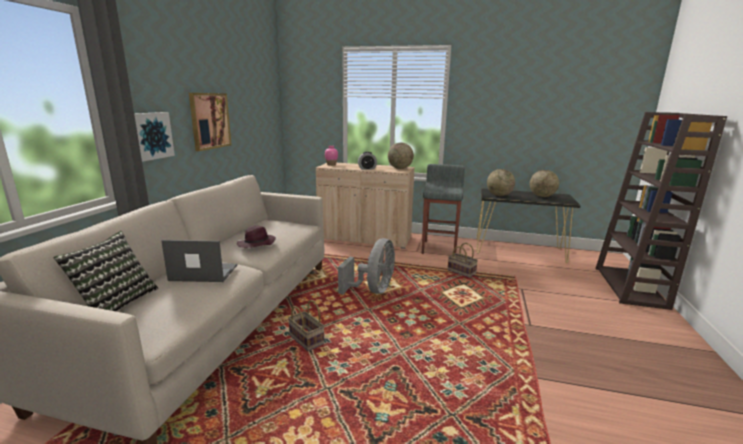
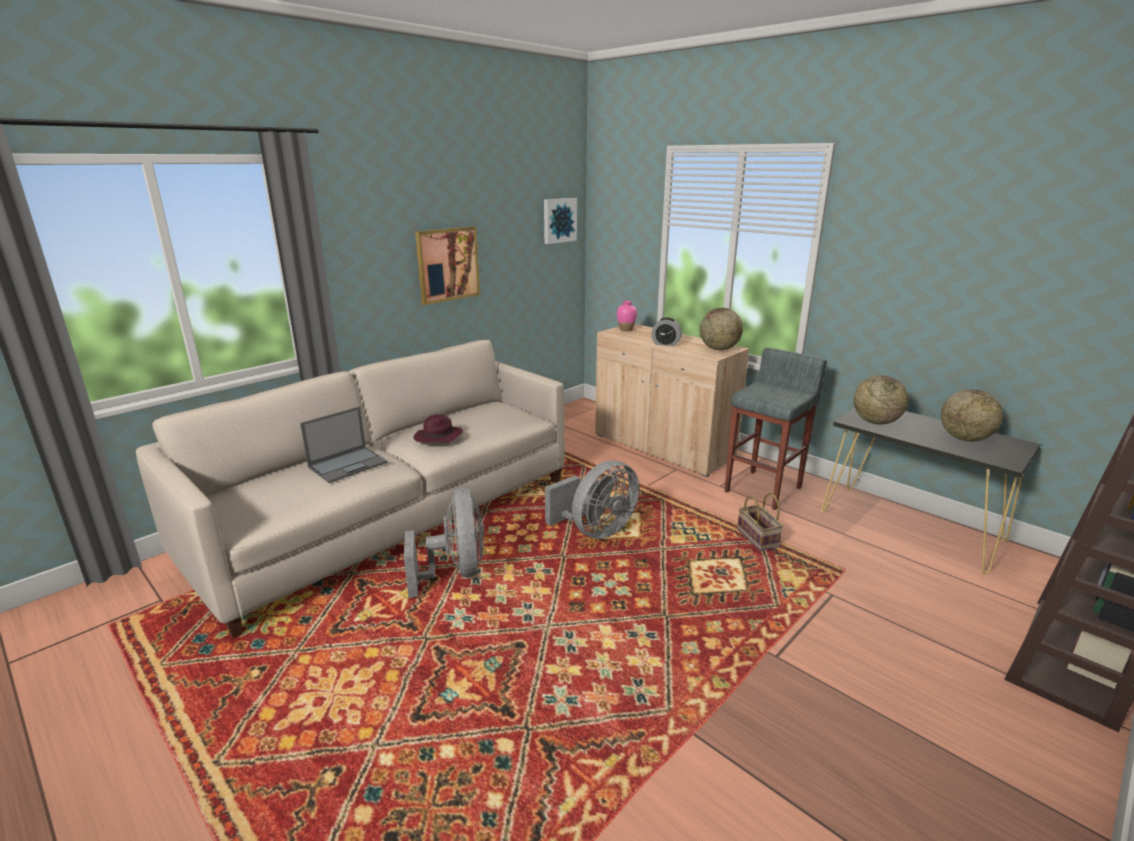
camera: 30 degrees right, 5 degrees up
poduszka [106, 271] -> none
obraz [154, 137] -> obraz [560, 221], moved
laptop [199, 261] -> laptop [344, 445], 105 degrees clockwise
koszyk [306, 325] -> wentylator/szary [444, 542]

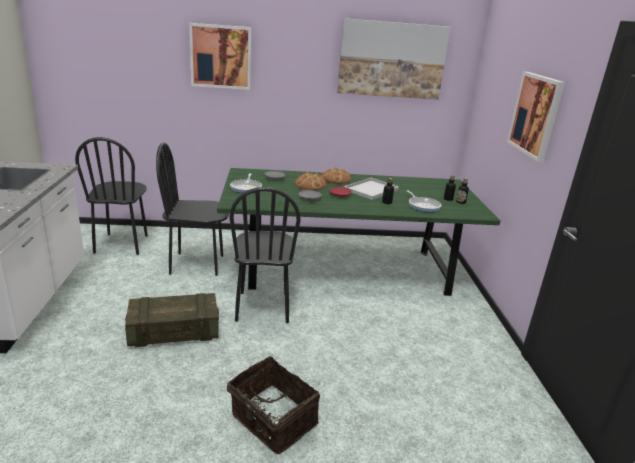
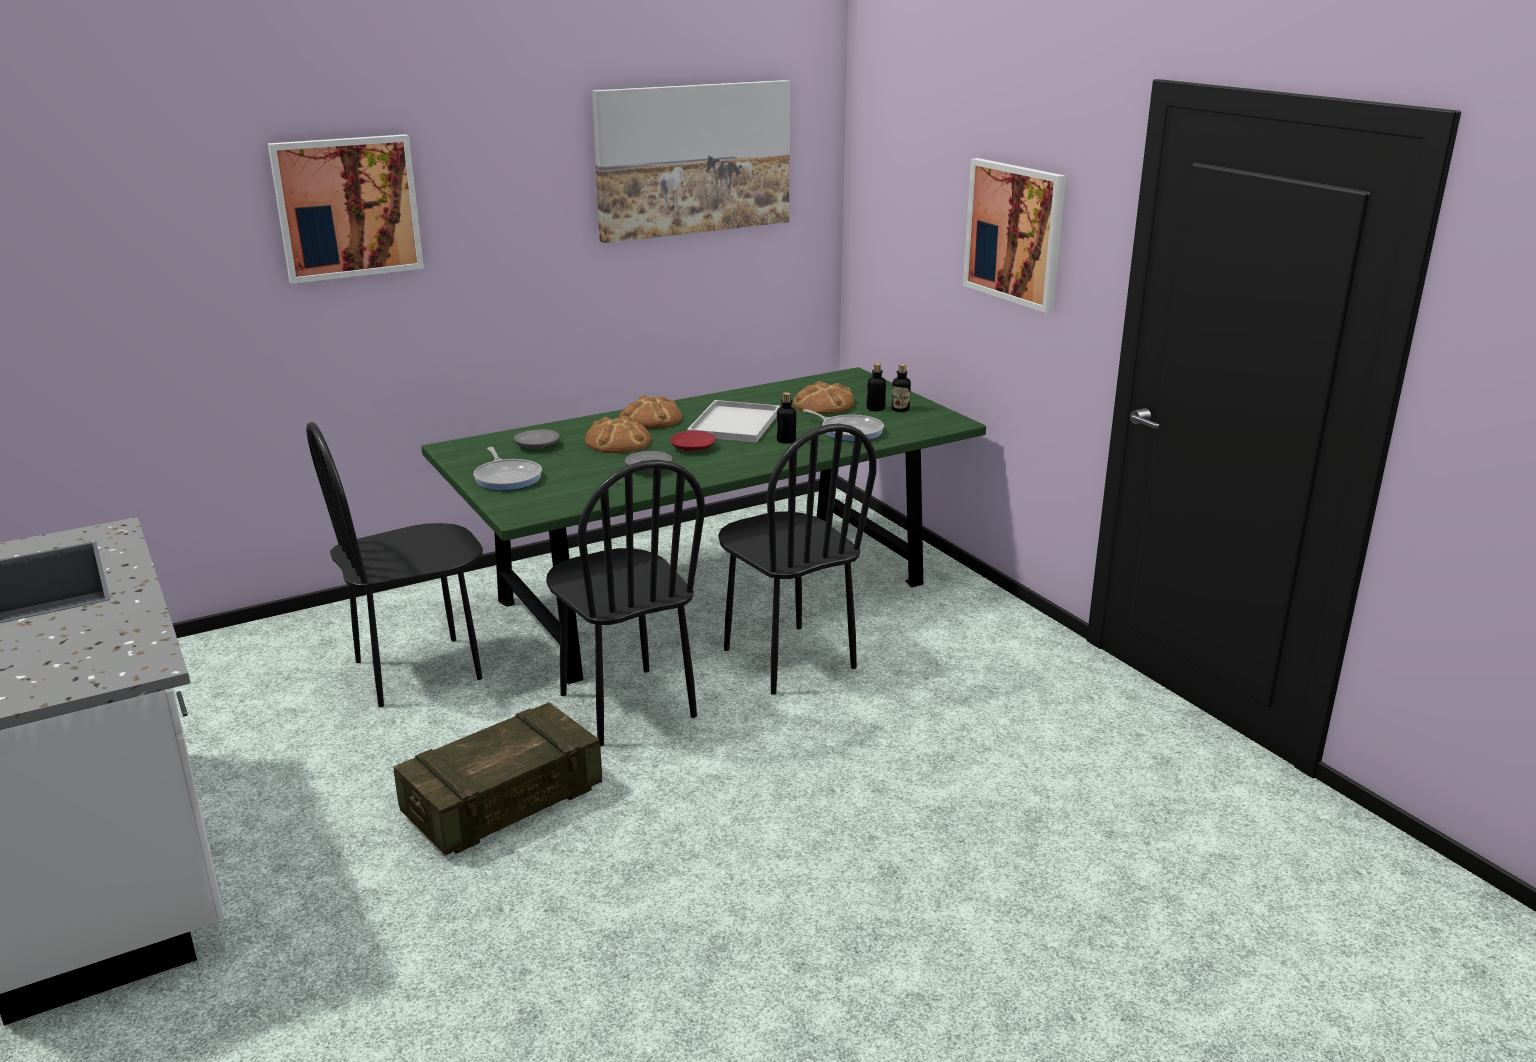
camera: 25 degrees left, 0 degrees up
krzesło/czarny [111, 196] -> krzesło/czarny [797, 559], moved
koszyk [273, 405] -> none
none -> chleb [823, 397]

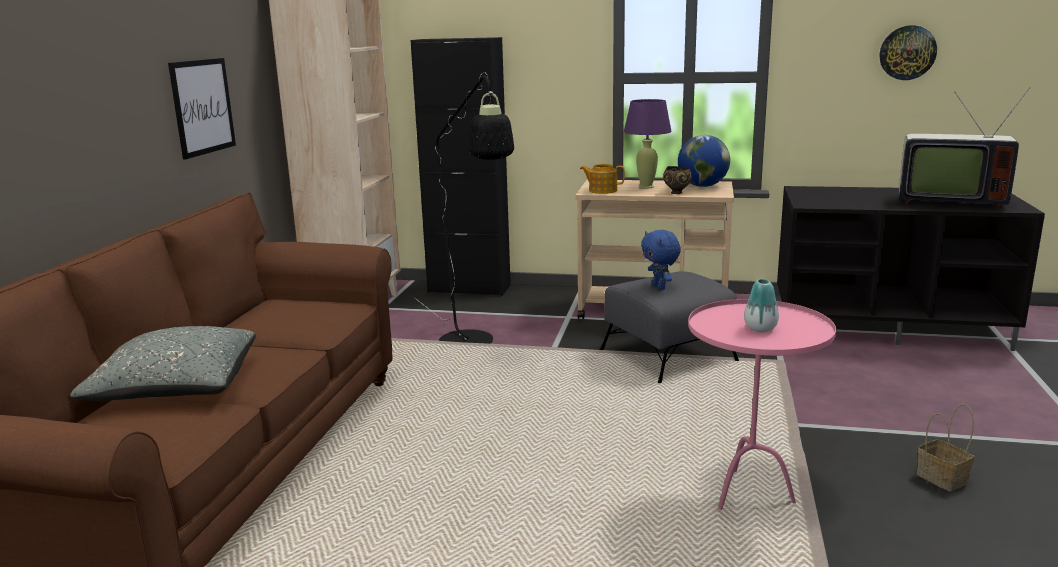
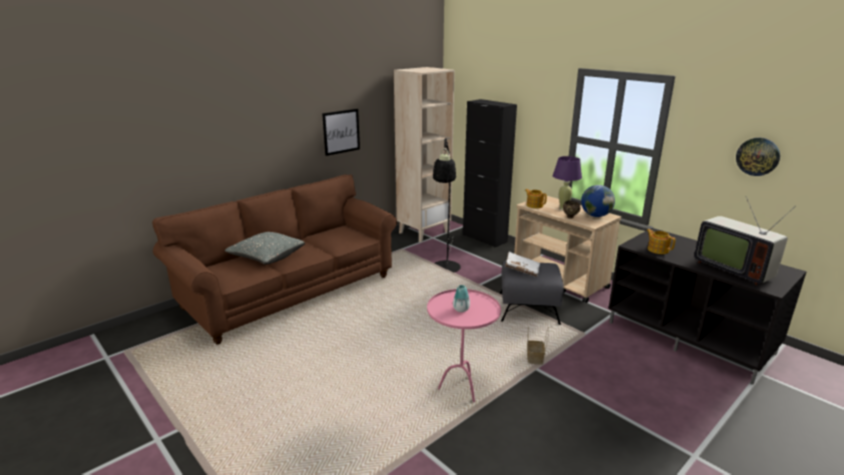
camera: 35 degrees right, 5 degrees up
pluszak/niebieski [661, 260] -> książka/biały [522, 264]
koszyk [946, 447] -> koszyk [538, 345], moved
none -> imbryk [660, 241]

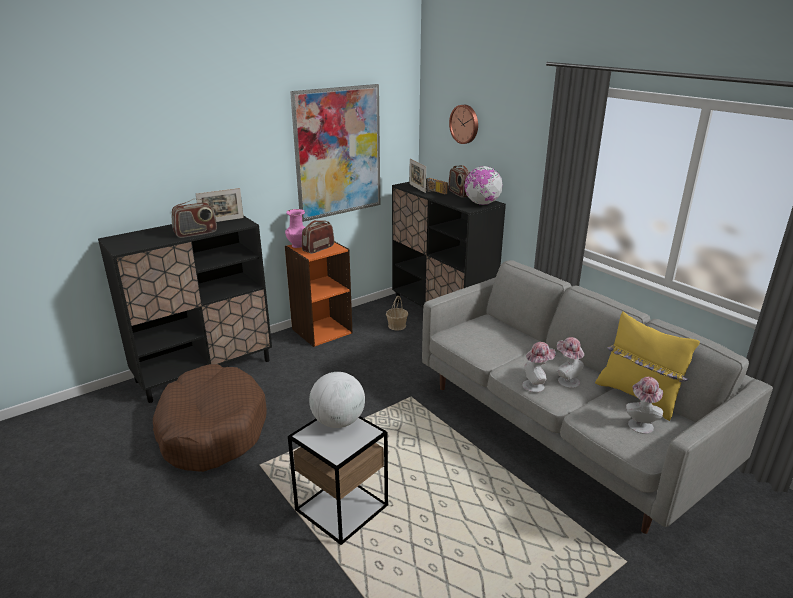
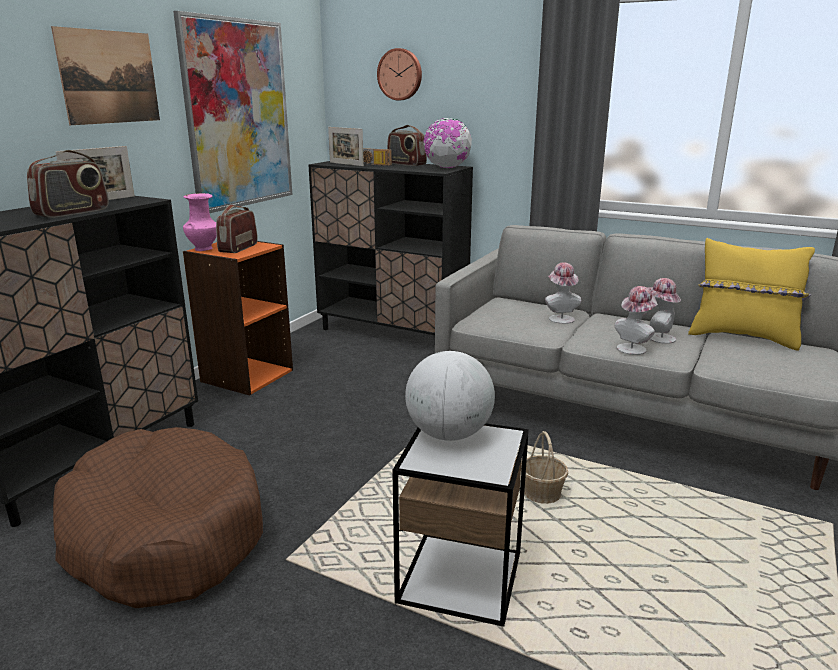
camera: 25 degrees left, 5 degrees down
koszyk [397, 313] -> koszyk [544, 467], moved
kapelusz [644, 405] -> kapelusz [563, 293], moved
none -> obraz [105, 75]

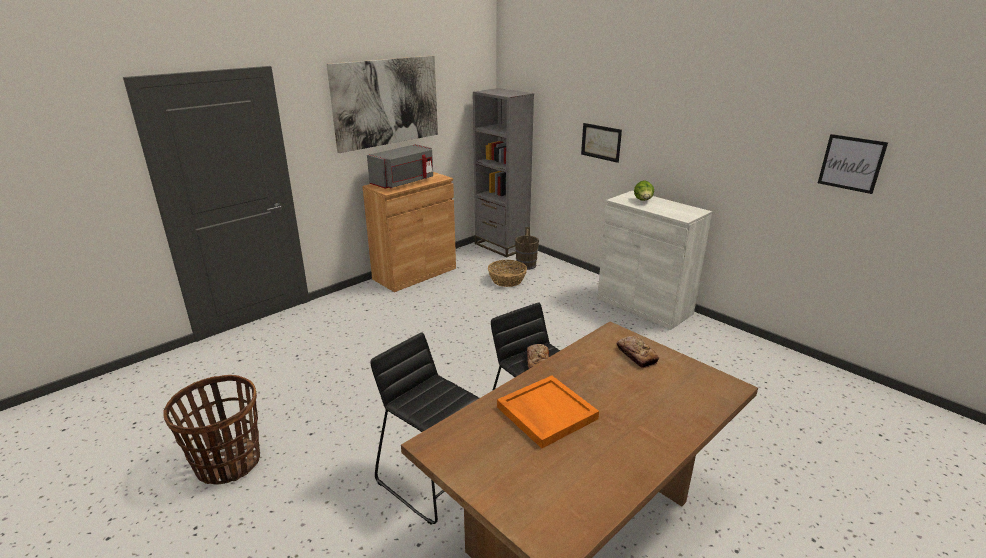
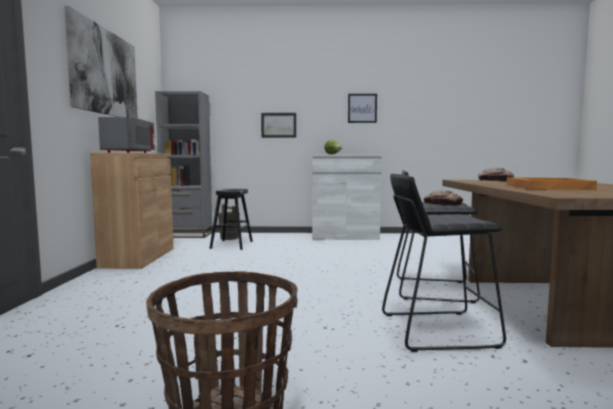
camera: 45 degrees left, 20 degrees down
koszyk [507, 273] -> stołek/czarny [231, 219]
obraz [853, 164] -> obraz [362, 108], moved

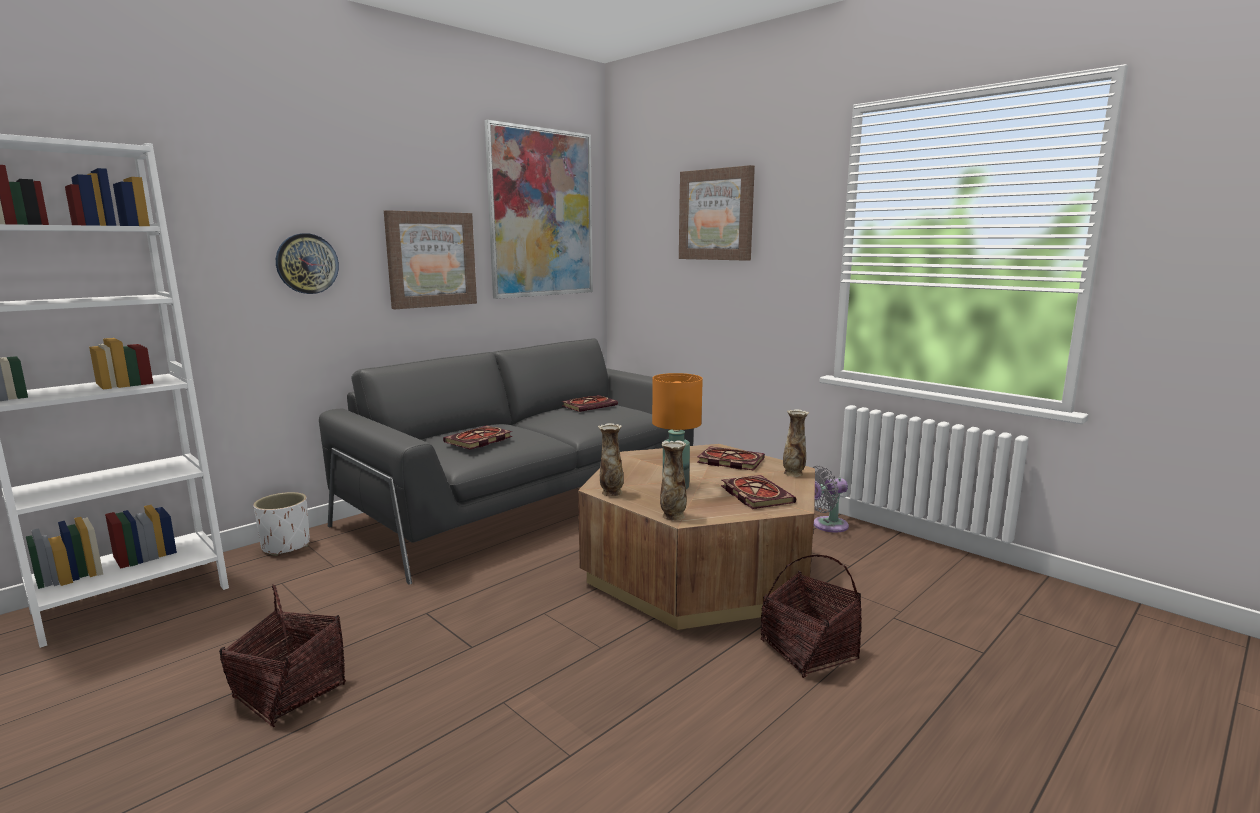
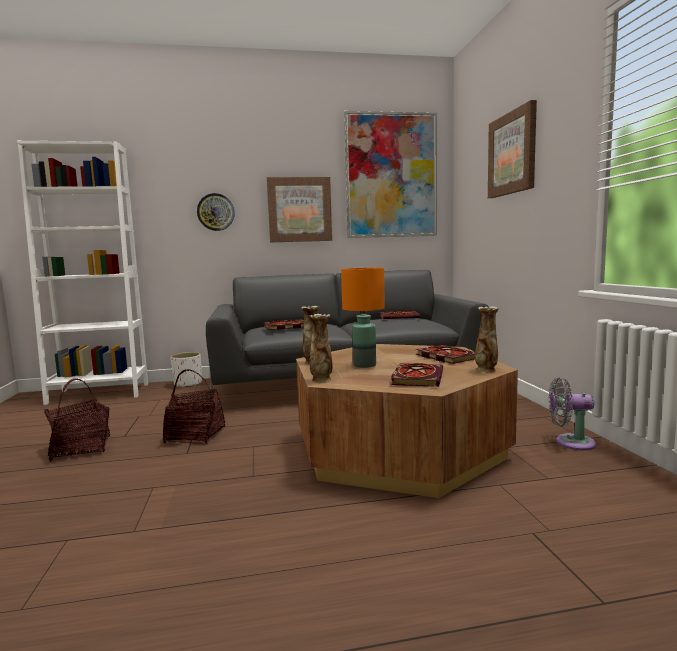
camera: 35 degrees right, 5 degrees down
koszyk [811, 616] -> koszyk [194, 406], moved

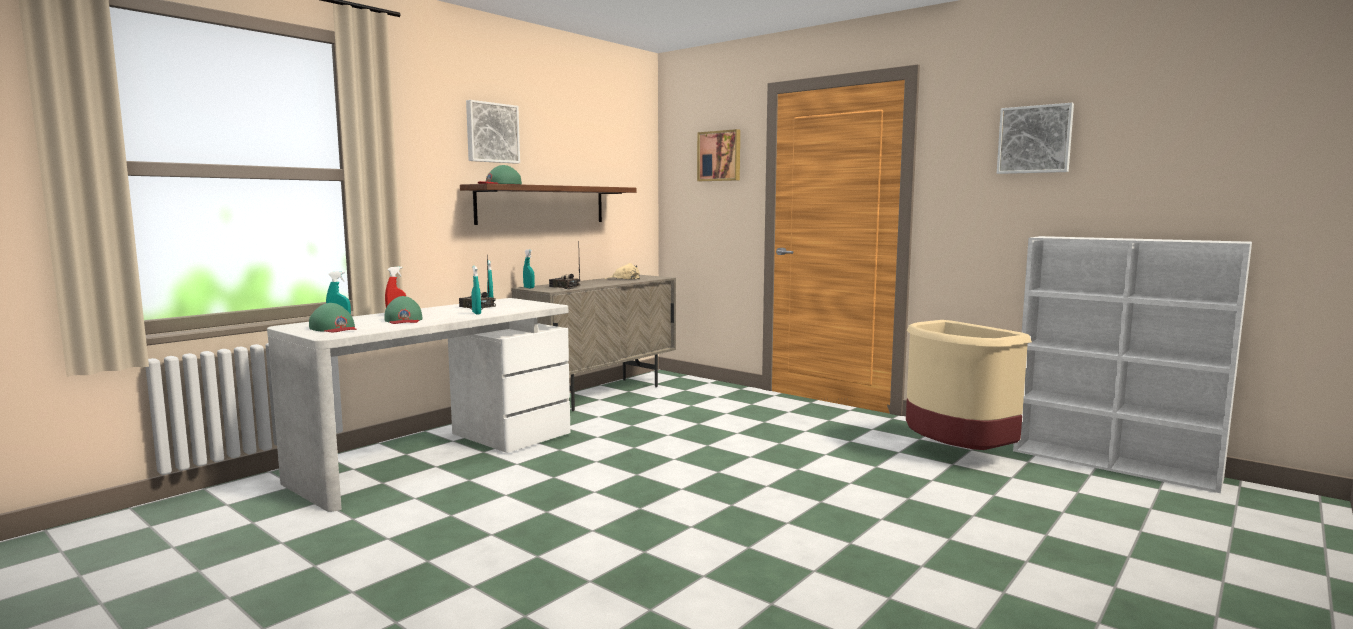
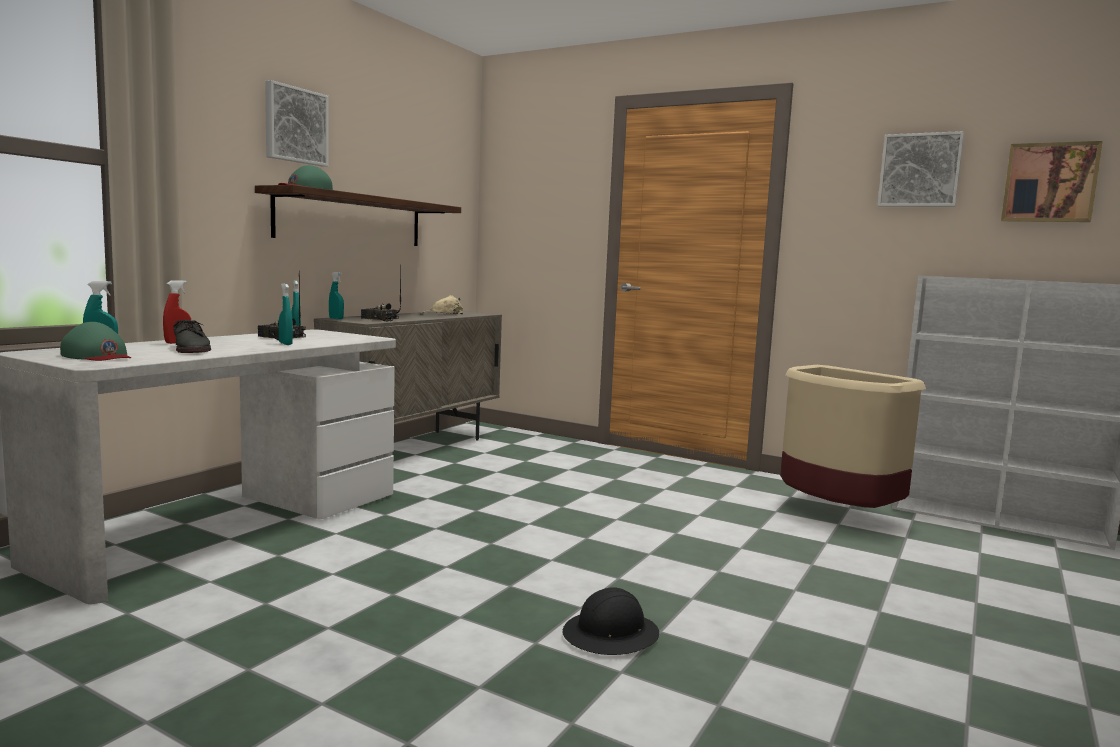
camera: 10 degrees left, 0 degrees up
czapka z daszkiem/zielony [403, 310] -> but/szary [192, 336]
obraz [718, 155] -> obraz [1052, 181], moved
none -> kask/czarny [610, 621]

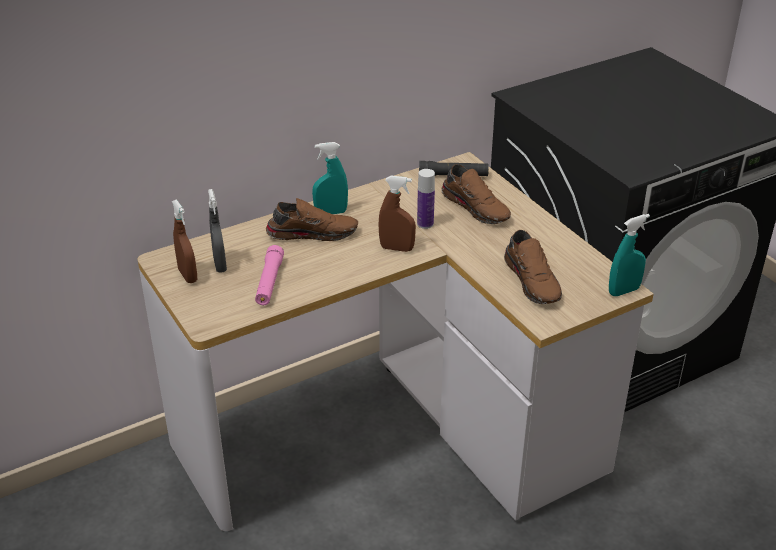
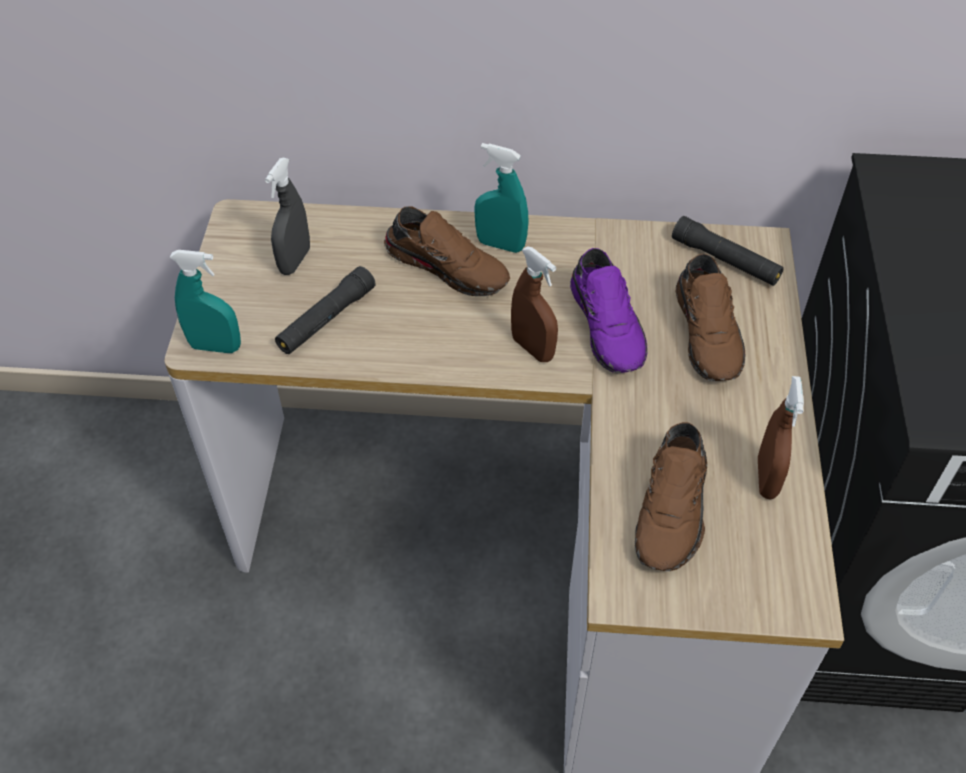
camera: 35 degrees right, 15 degrees up
spryskiwacz/brązowy [184, 241] -> spryskiwacz/brązowy [781, 437], moved
latarka/różowy [269, 275] -> latarka/czarny [325, 310]
butelka [426, 199] -> but/fioletowy [609, 310]
spryskiwacz/turkusowy [629, 255] -> spryskiwacz/turkusowy [205, 301], moved

